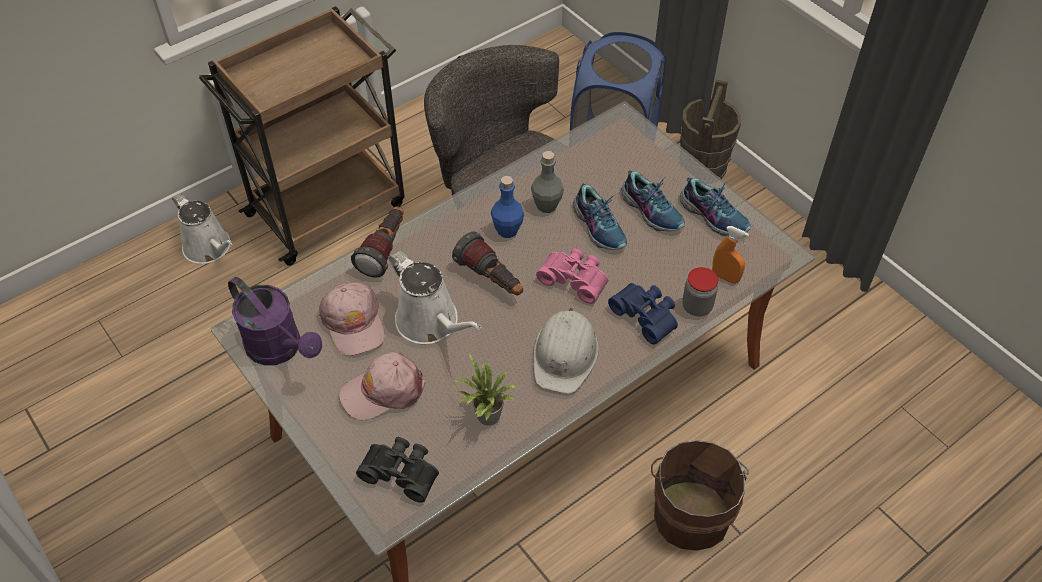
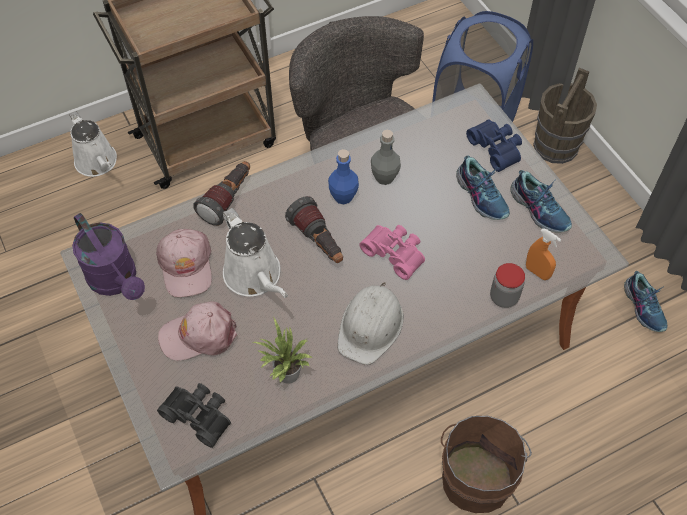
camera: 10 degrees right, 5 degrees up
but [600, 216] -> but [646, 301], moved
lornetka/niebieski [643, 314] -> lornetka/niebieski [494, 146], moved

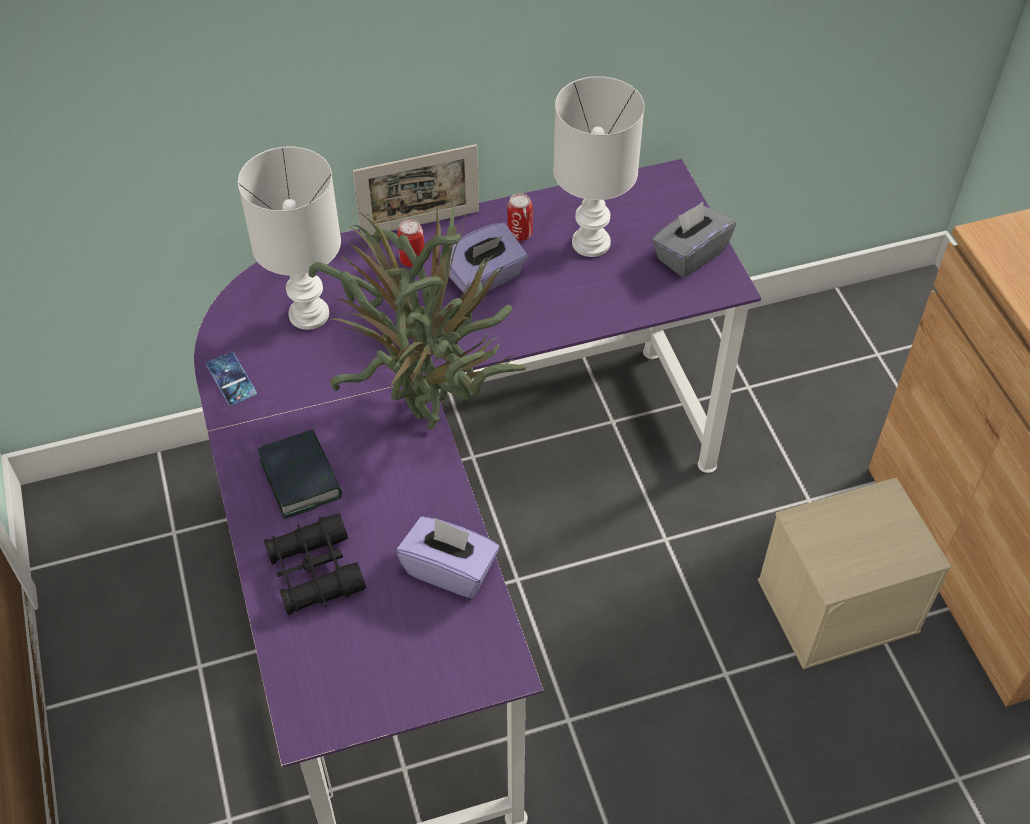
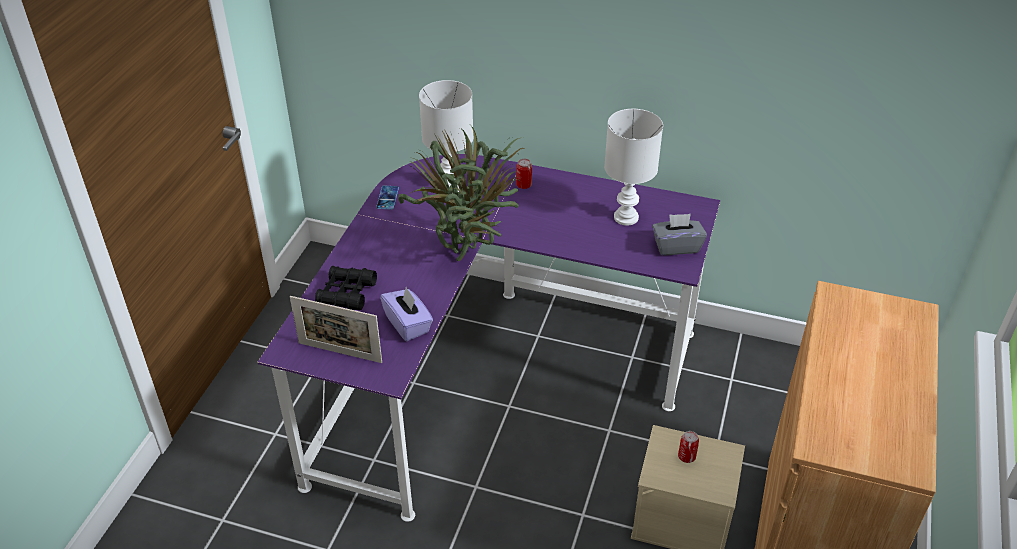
camera: 35 degrees right, 10 degrees down
książka [300, 474] -> none
ramka na zdjęcie [416, 190] -> ramka na zdjęcie [336, 329], moved
pudełko chusteczek/fioletowy [484, 258] -> none
puszka [520, 217] -> puszka [688, 447], moved

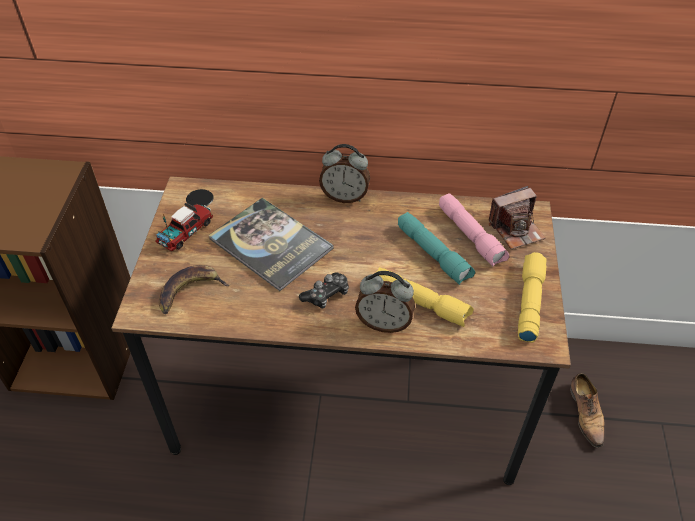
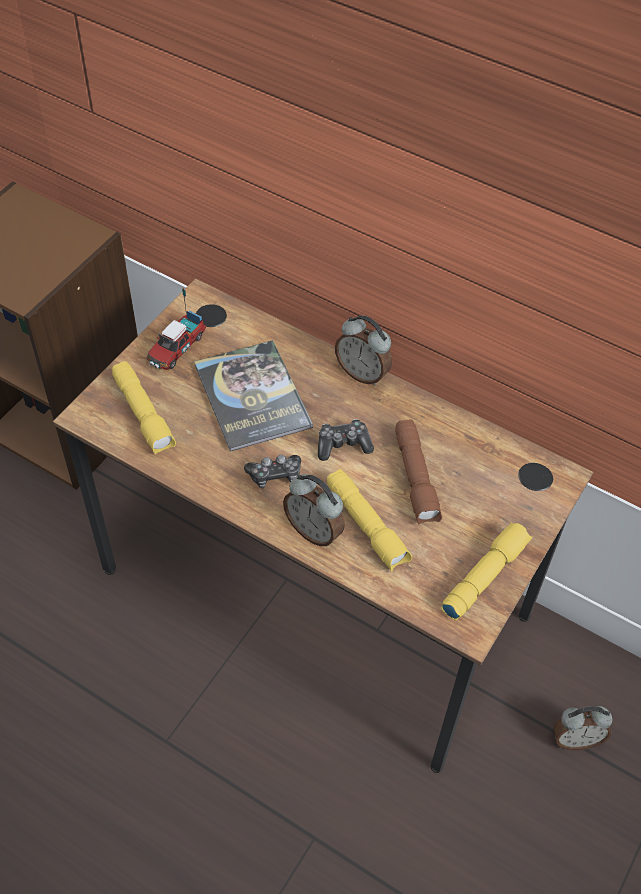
camera: 25 degrees right, 5 degrees up
ciężarówka zabawkowa [184, 227] -> ciężarówka zabawkowa [176, 328], 150 degrees clockwise
banan [194, 289] -> latarka/żółty [144, 407]
latarka/turkusowy [436, 248] -> latarka/brązowy [418, 472]
latarka/różowy [474, 230] -> none
aparat fotograficzny [516, 217] -> none
but [587, 410] -> budzik [582, 728]
none -> pad do gier [346, 440]

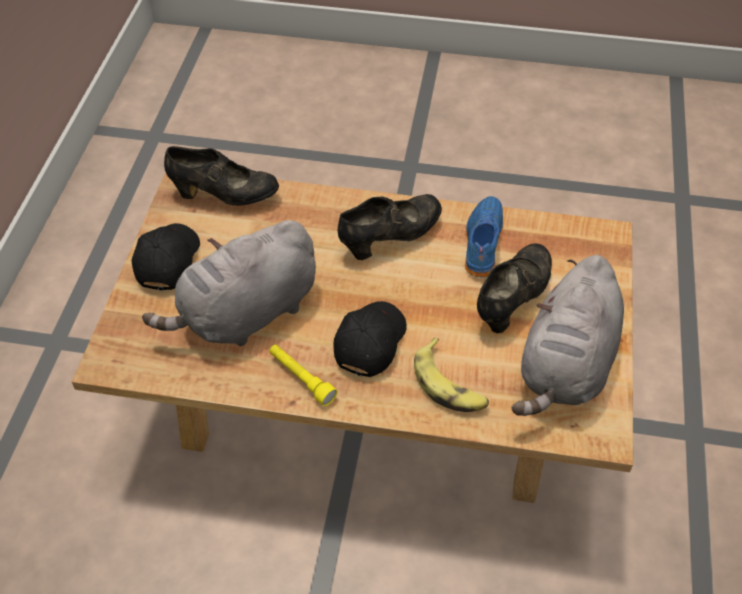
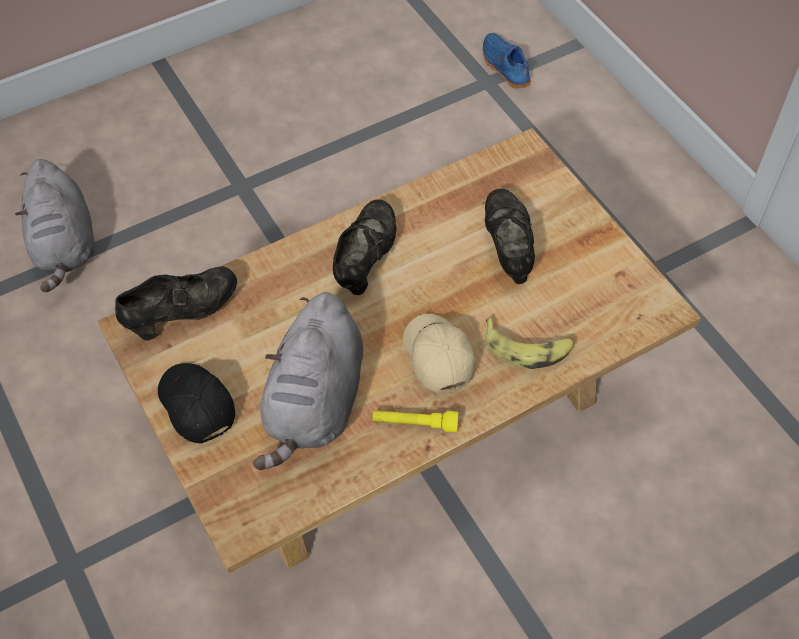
camera: 40 degrees left, 5 degrees up
czapka z daszkiem/czarny [370, 339] -> czapka z daszkiem/beżowy [439, 353]
but/niebieski [484, 236] -> but/niebieski [506, 60], moved
pluszak/szary [568, 335] -> pluszak/szary [55, 225], moved

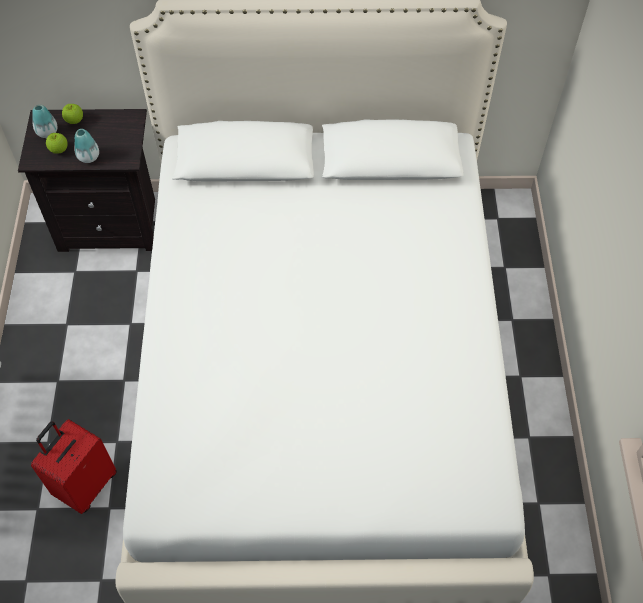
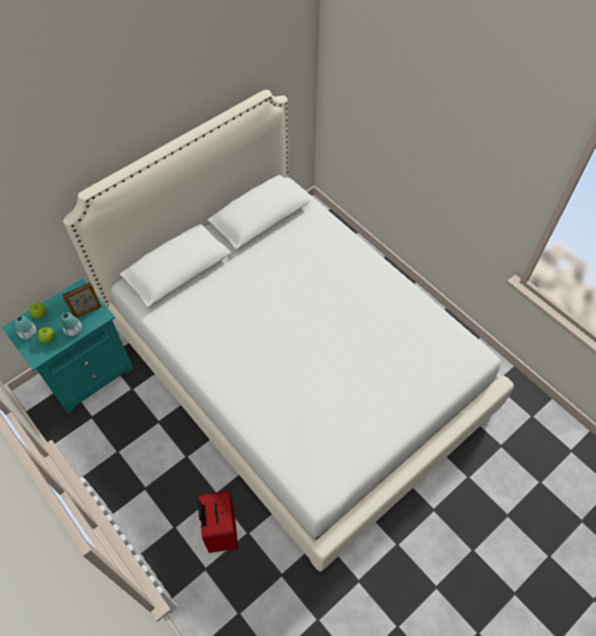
camera: 40 degrees left, 0 degrees up
szafka nocna/czarny [86, 180] -> szafka nocna/turkusowy [68, 345]
none -> ramka na zdjęcie [81, 300]

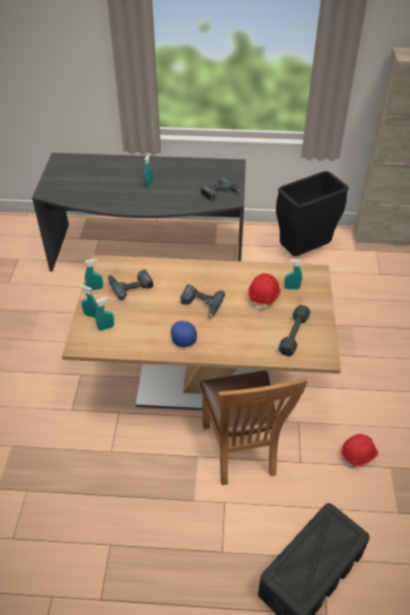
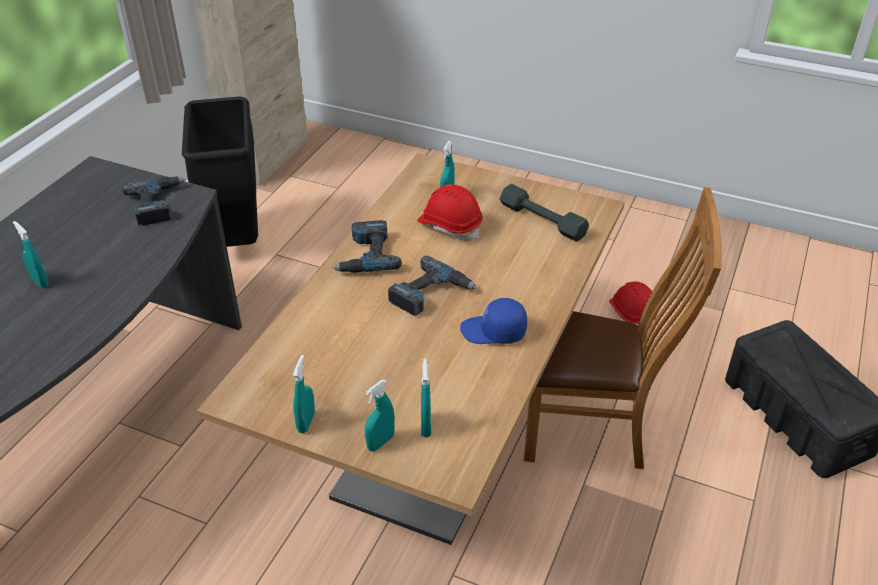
camera: 70 degrees left, 5 degrees down
wiertarka [130, 284] -> wiertarka [367, 246], moved

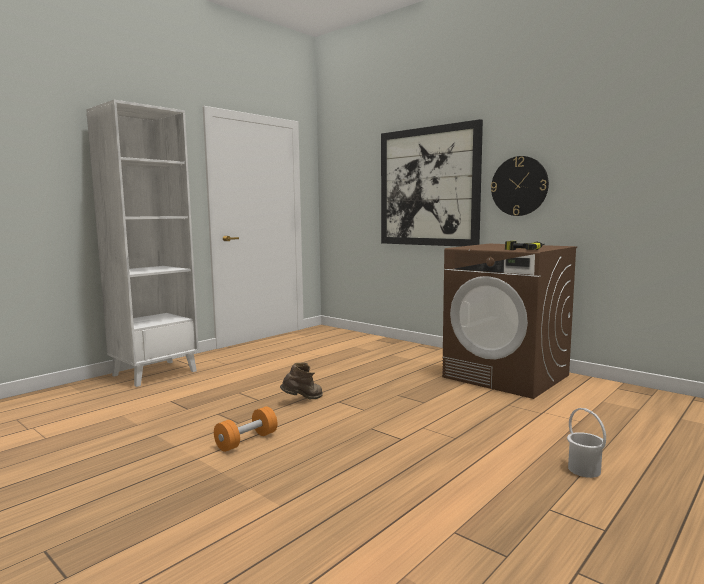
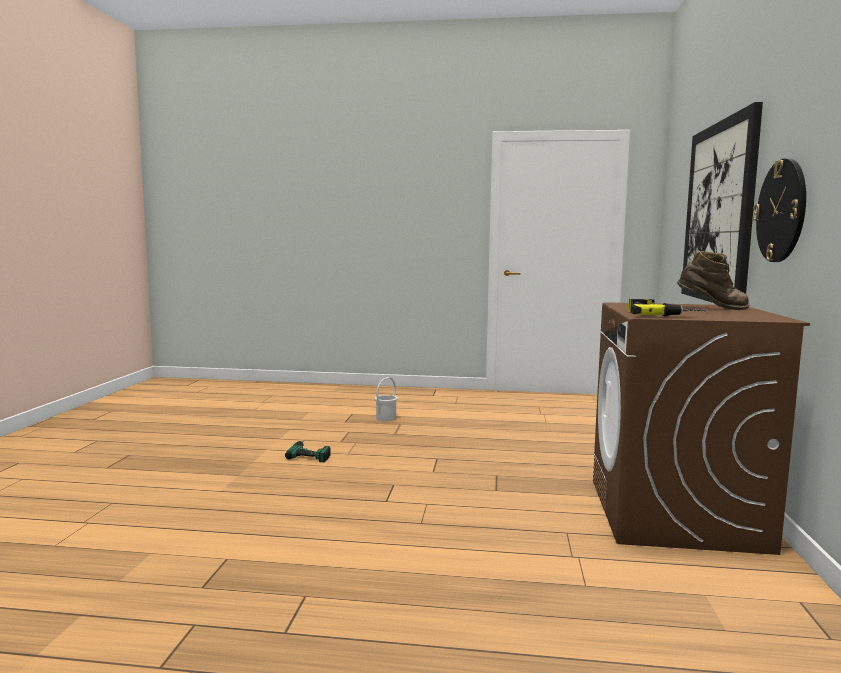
camera: 55 degrees right, 0 degrees up
regał/biały [142, 243] -> none
hantel/pomarańczowy [245, 429] -> wiertarka [308, 451]
but z cholewką/brązowy [301, 380] -> but z cholewką/brązowy [713, 280], moved
wiadro/biały [586, 443] -> wiadro/biały [386, 399], moved

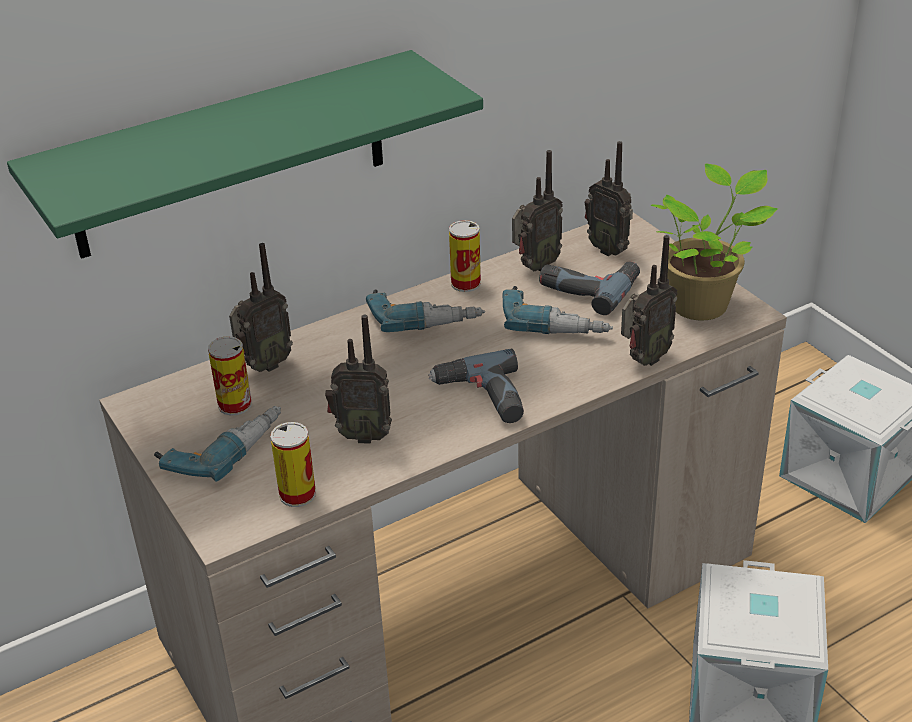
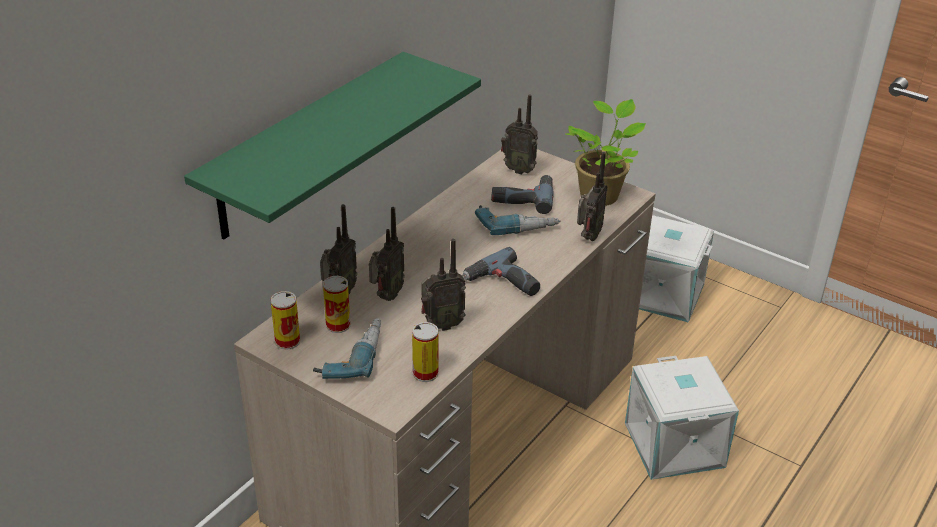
camera: 25 degrees left, 0 degrees up
wiertarka [425, 310] -> none
puszka [465, 256] -> puszka [285, 320], moved
radio [537, 211] -> radio [387, 254], moved

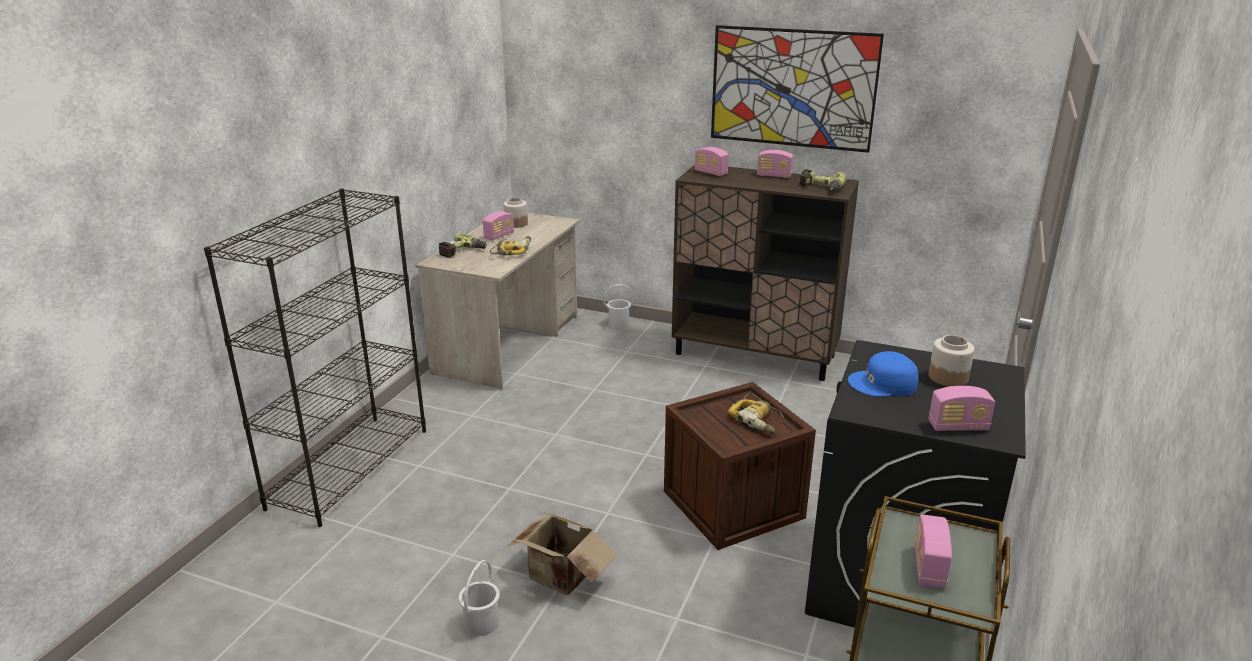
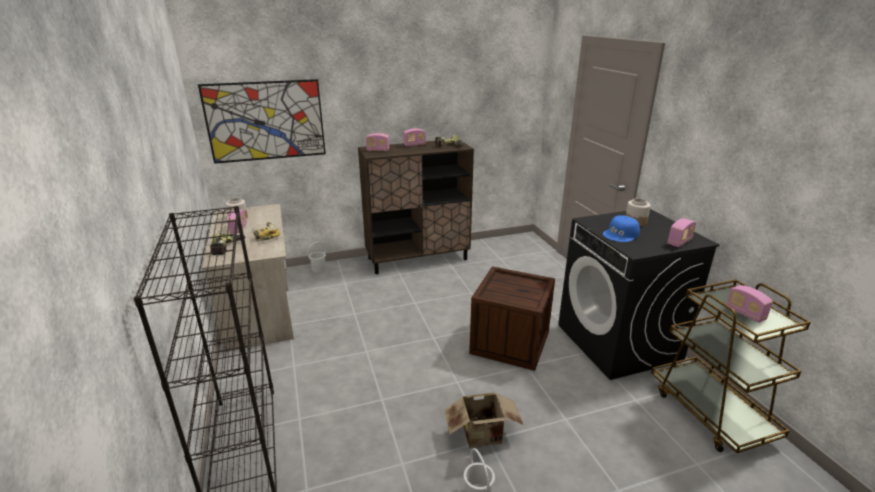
camera: 40 degrees left, 0 degrees up
obraz [797, 89] -> obraz [262, 121], moved
wiertarka [756, 413] -> none

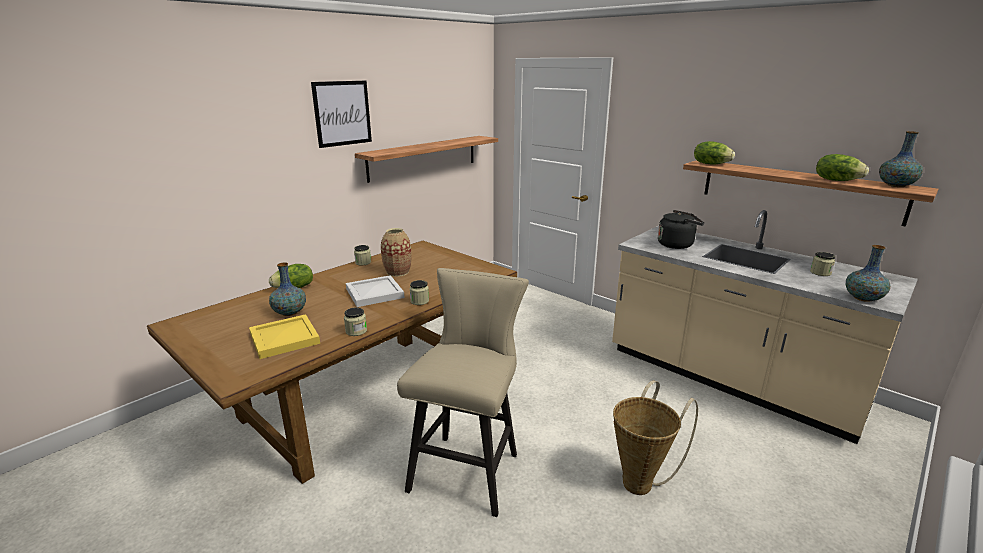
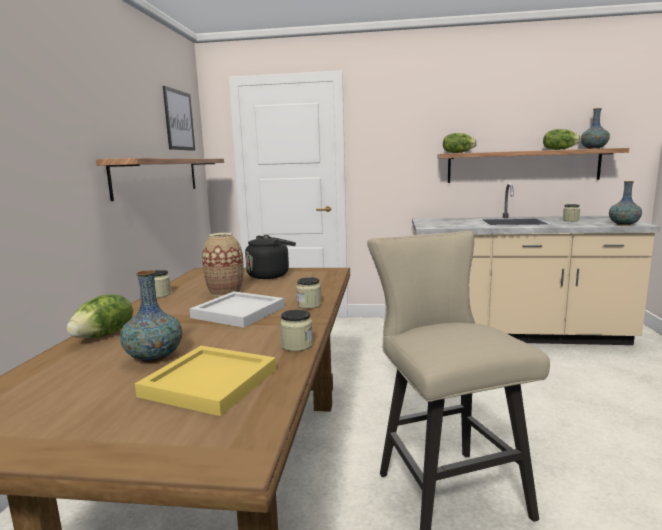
camera: 35 degrees left, 10 degrees down
obraz [341, 114] -> obraz [179, 118], moved
koszyk [655, 438] -> none
czajnik/czarny [681, 229] -> czajnik/czarny [270, 257], moved

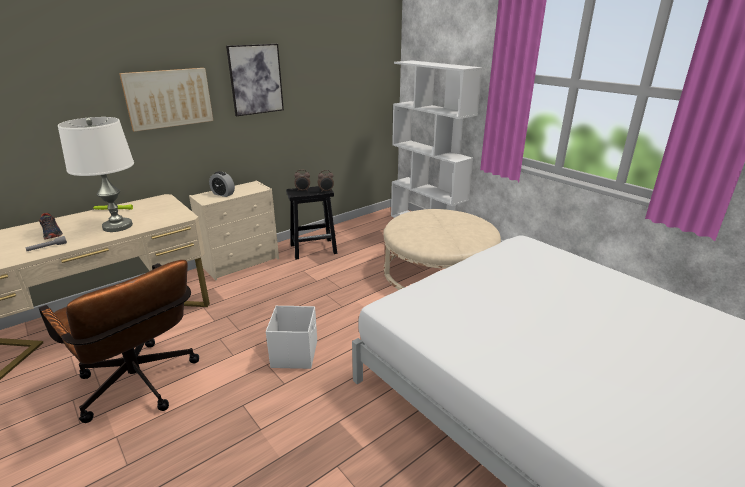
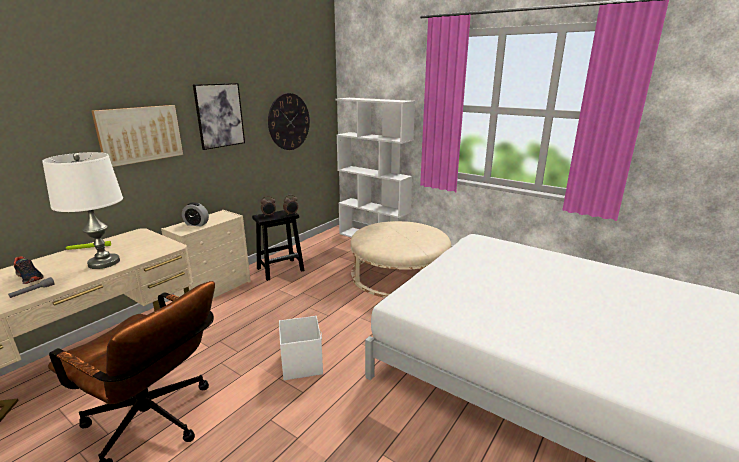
camera: 15 degrees left, 5 degrees down
none -> zegar ścienny [289, 121]

